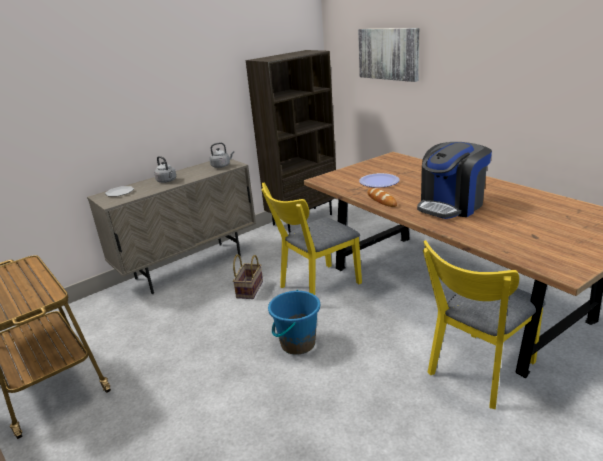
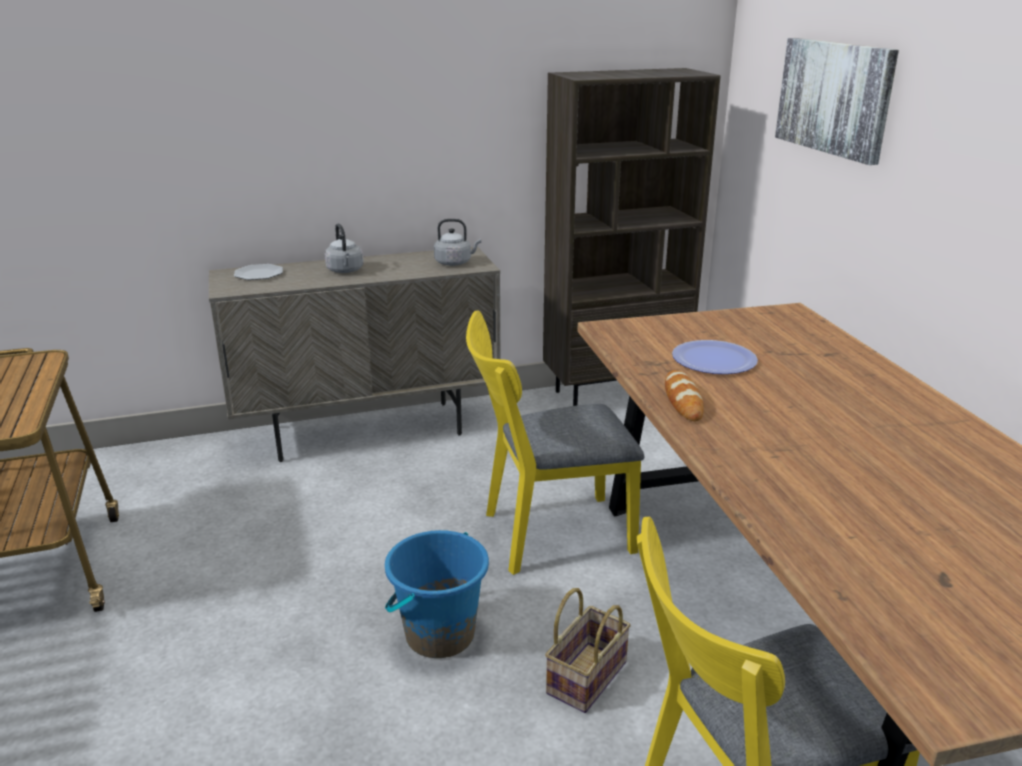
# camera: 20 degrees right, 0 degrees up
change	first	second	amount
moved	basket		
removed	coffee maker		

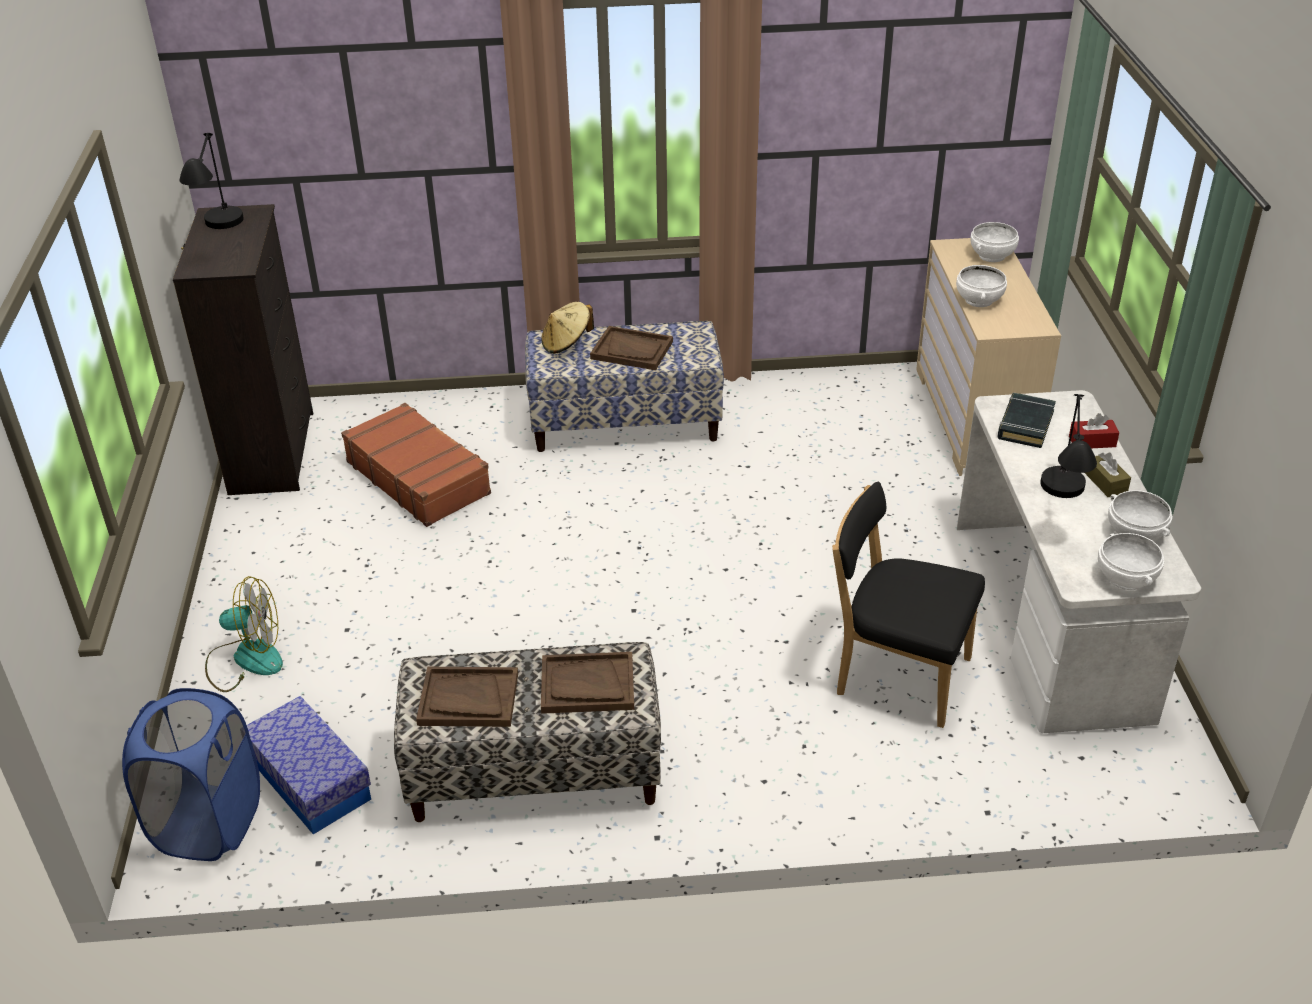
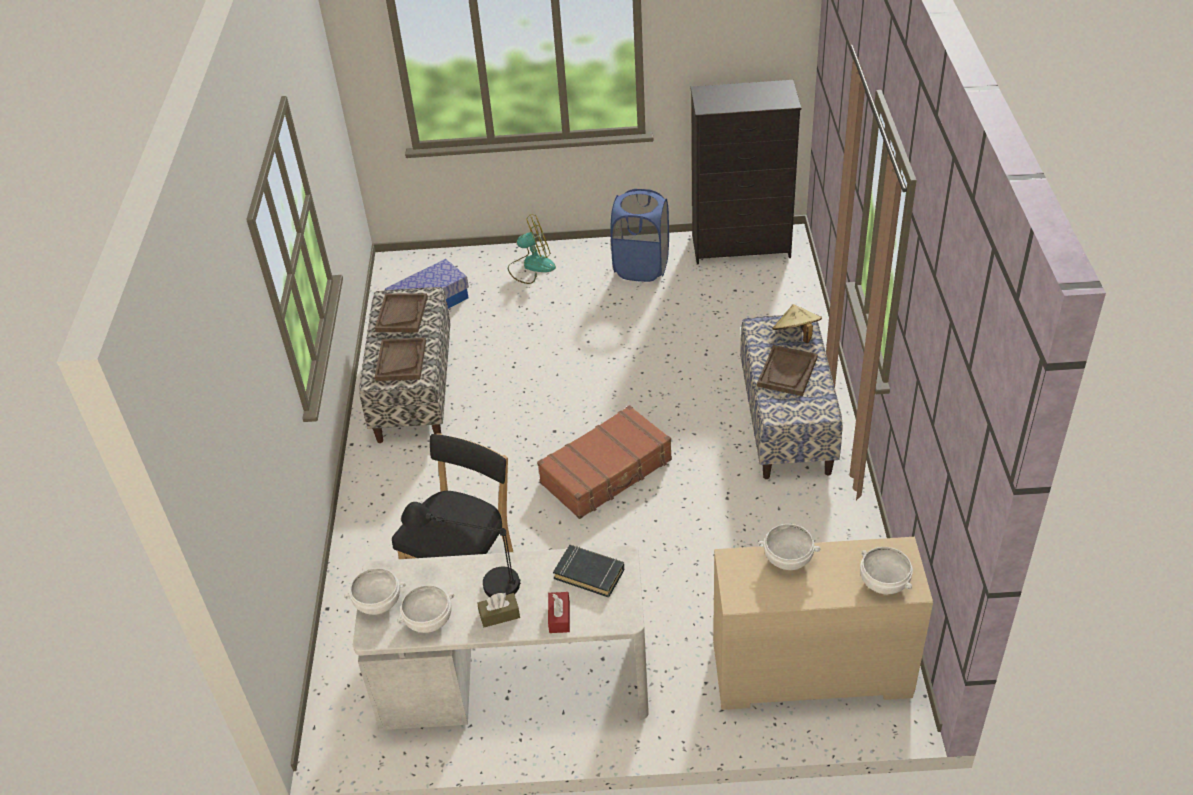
# camera: 95 degrees right, 5 degrees up
change	first	second	amount
moved	blue washing basket		
removed	black table lamp (1st from left)		
turned	electric fan		105 degrees counterclockwise
moved	brownish suitcase		

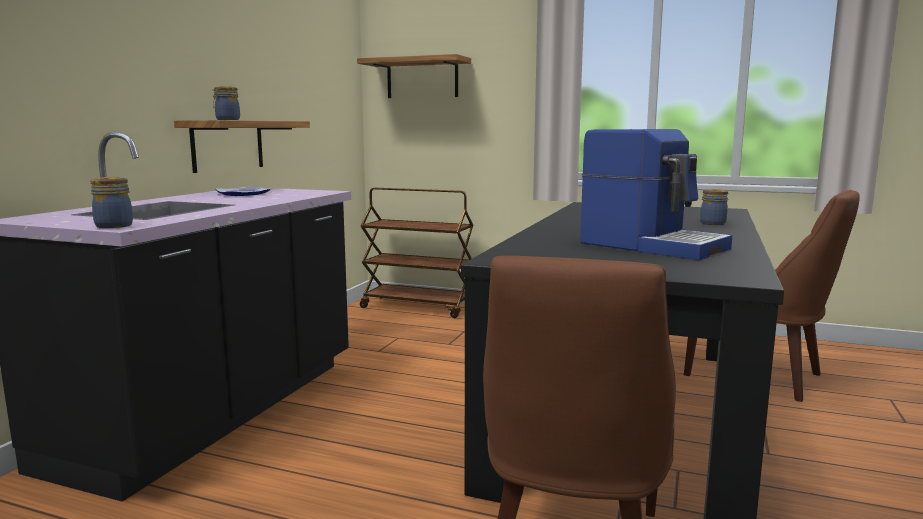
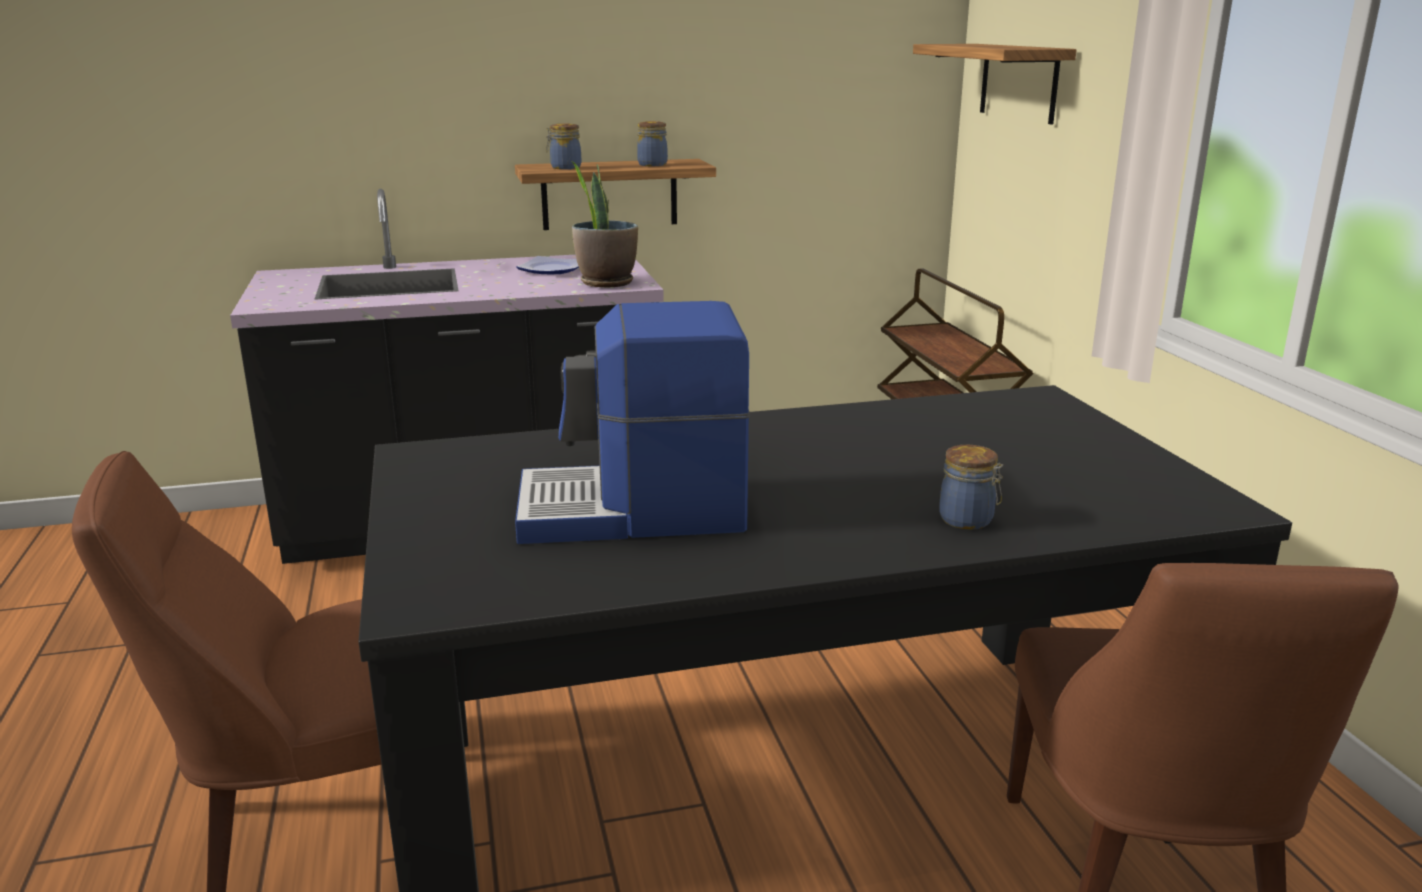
# camera: 55 degrees right, 10 degrees up
change	first	second	amount
moved	storage jar (1st from left in the first image)	storage jar (2nd from left)	
turned	coffee maker		75 degrees clockwise
added		potted plant	

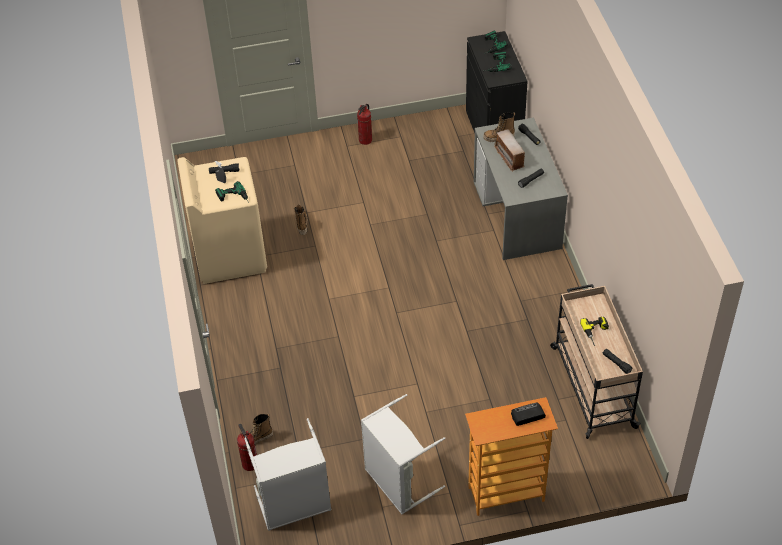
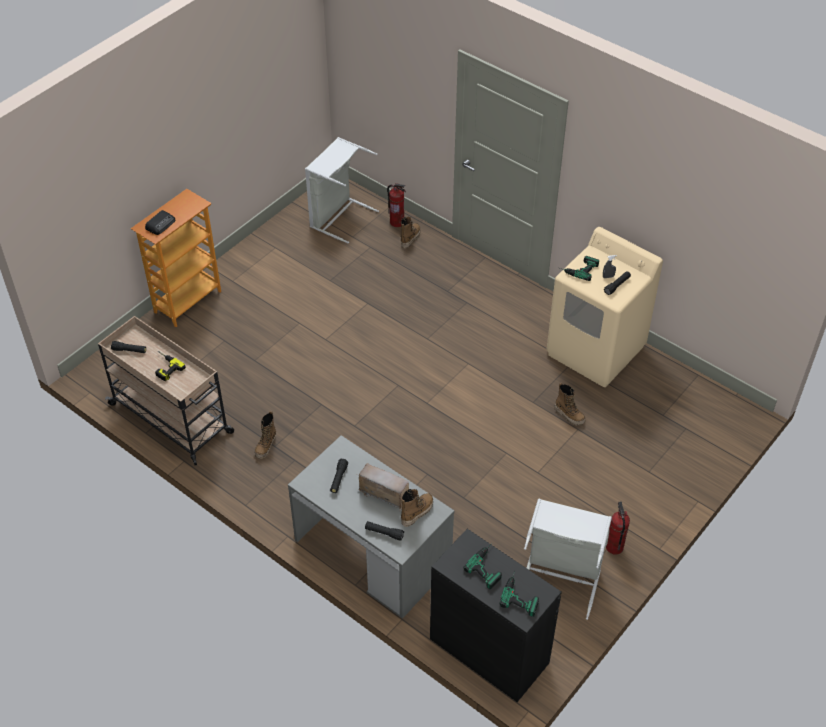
# camera: 140 degrees right, 0 degrees up
change	first	second	amount
moved	gray washing basket (2nd from left)		
added		tall boot (1st from left)	

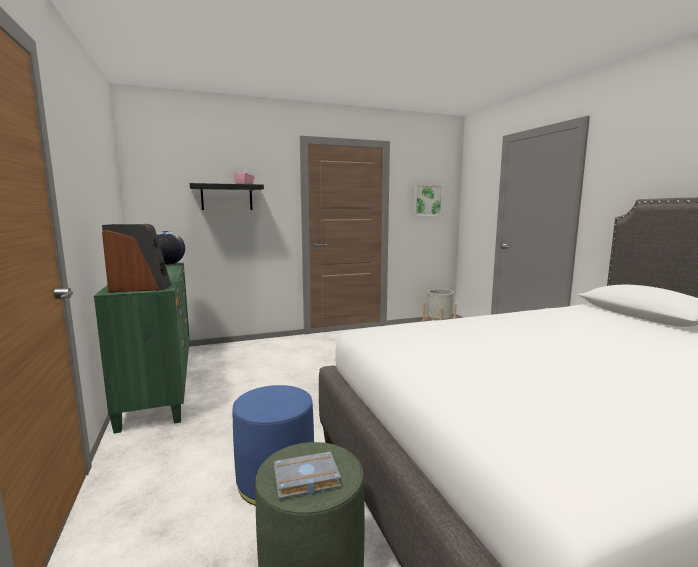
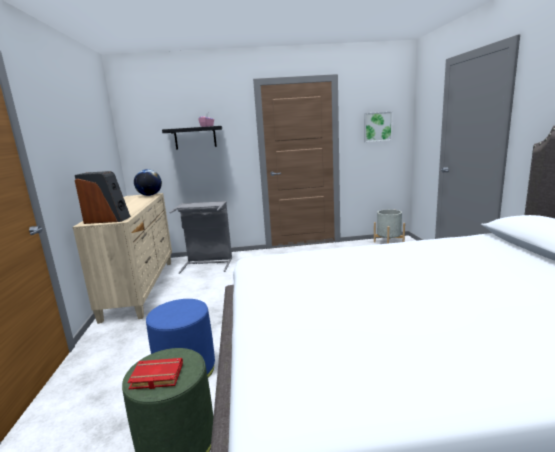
# camera: 15 degrees right, 5 degrees up
change	first	second	amount
recoloured	greenish chest of drawers	beige-coloured chest of drawers	
recoloured	gray volume	reddish volume	
added		gray washing basket	

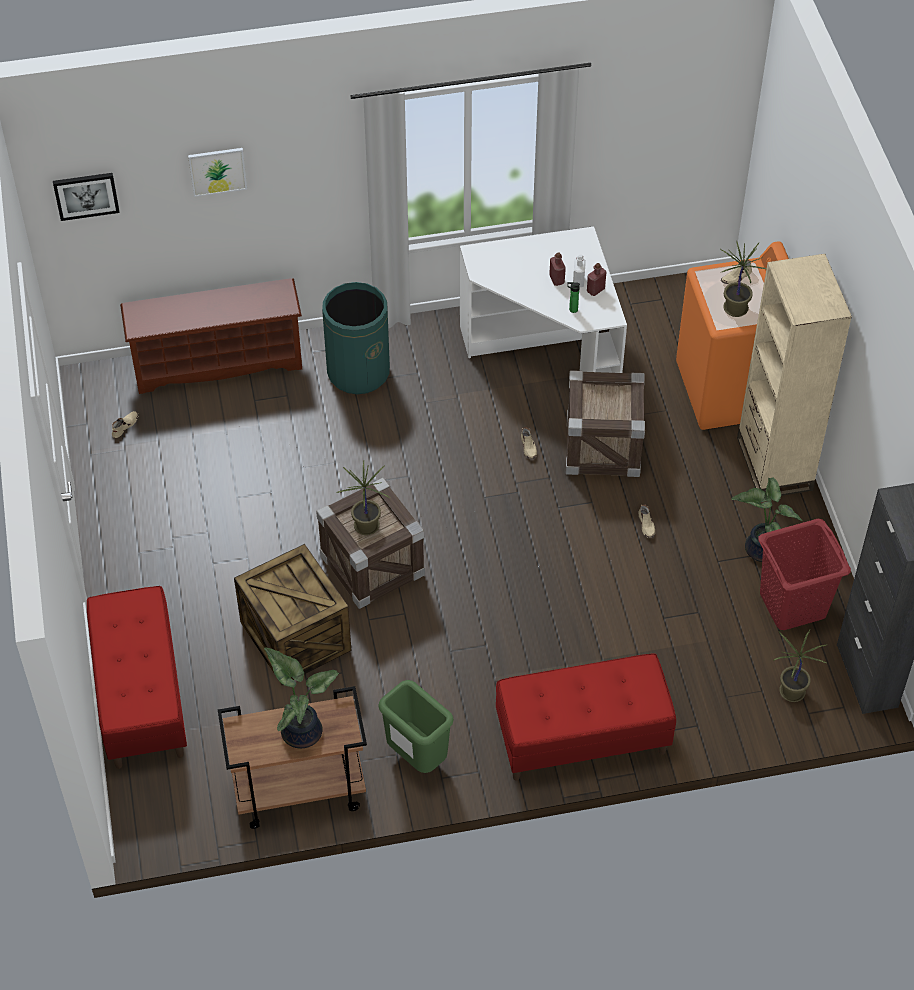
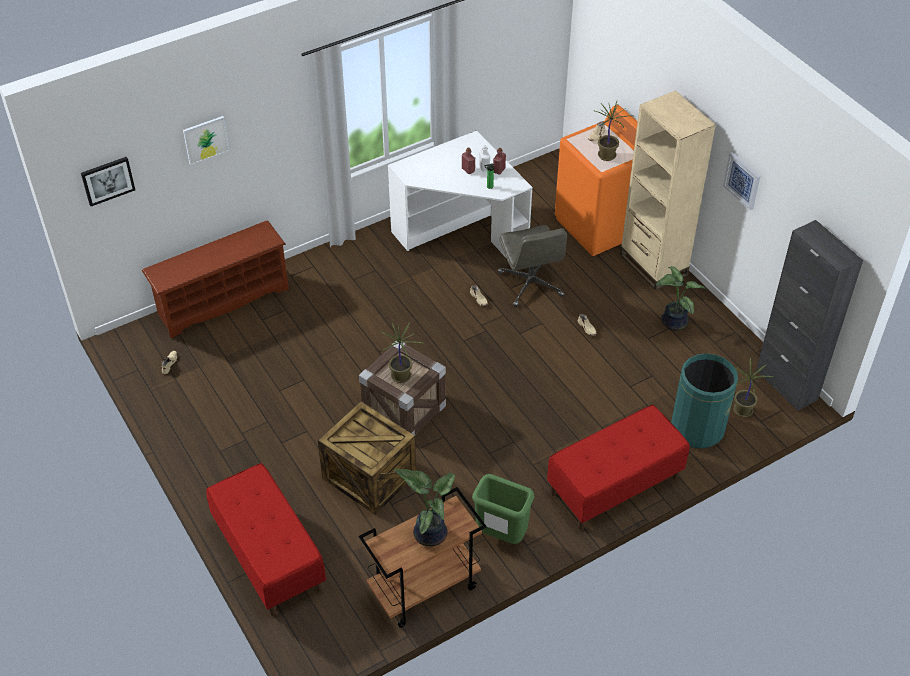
# camera: 20 degrees left, 5 degrees down
change	first	second	amount
moved	greenish waste bin (1st from left in the first image)	greenish waste bin (2nd from left)	
replaced	shipping crate (3rd from left)	gray desk chair	
removed	reddish washing basket		
added		wall art (3rd from left)	

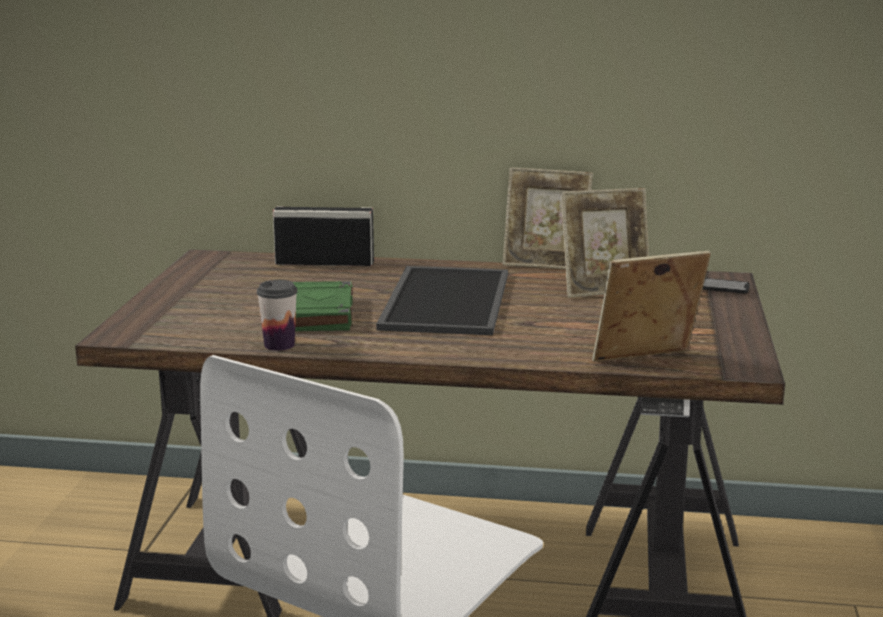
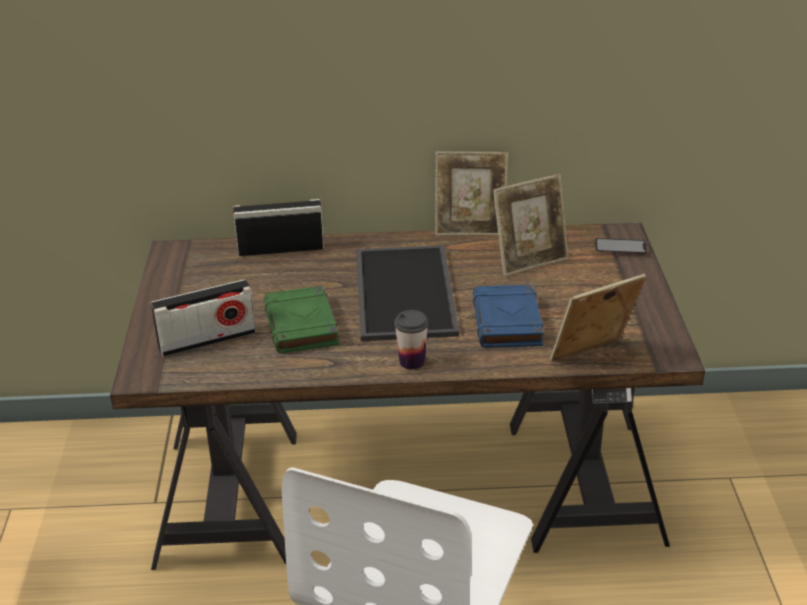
# camera: 10 degrees left, 15 degrees up
change	first	second	amount
moved	small cup		
added		radio receiver (1st from left)	
added		blue volume	

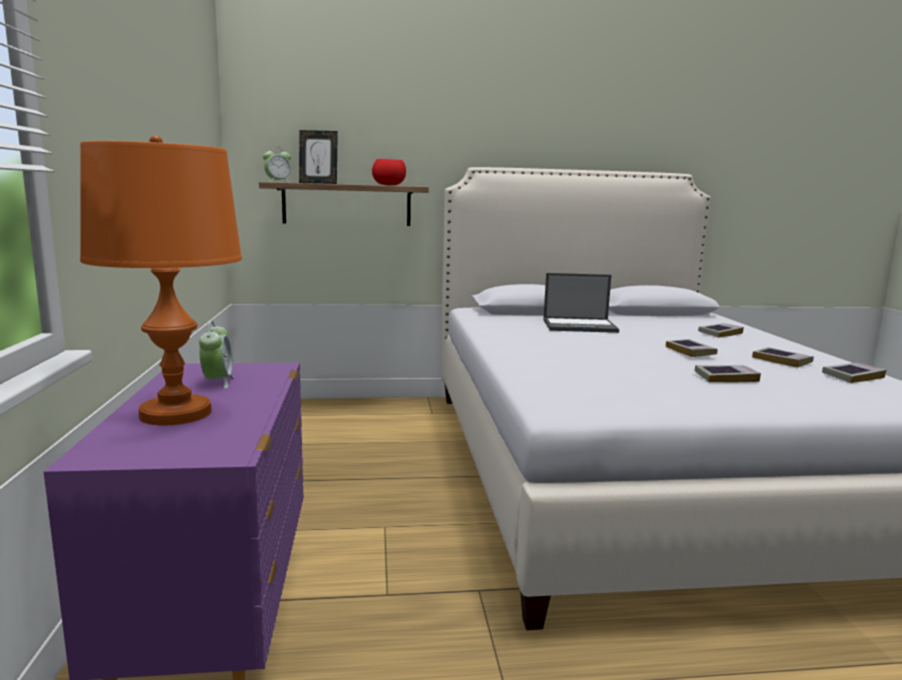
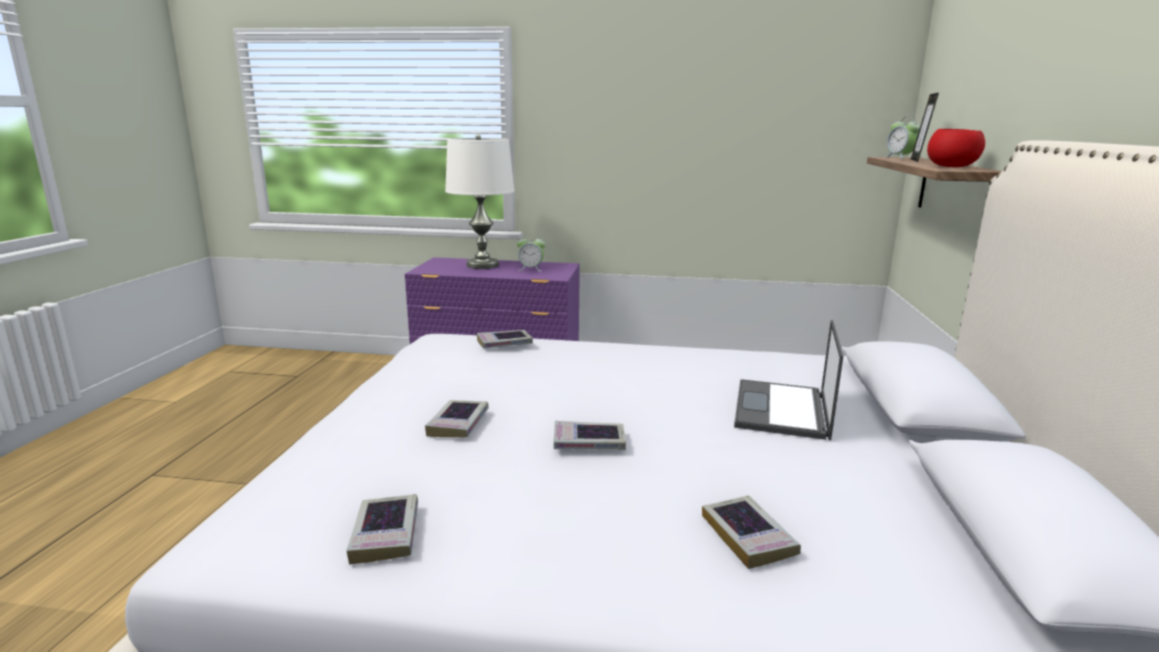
# camera: 105 degrees right, 5 degrees up
change	first	second	amount
recoloured	orange-coloured table lamp	white table lamp	
moved	volume (4th from left in the first image)	volume (3rd from left)	

